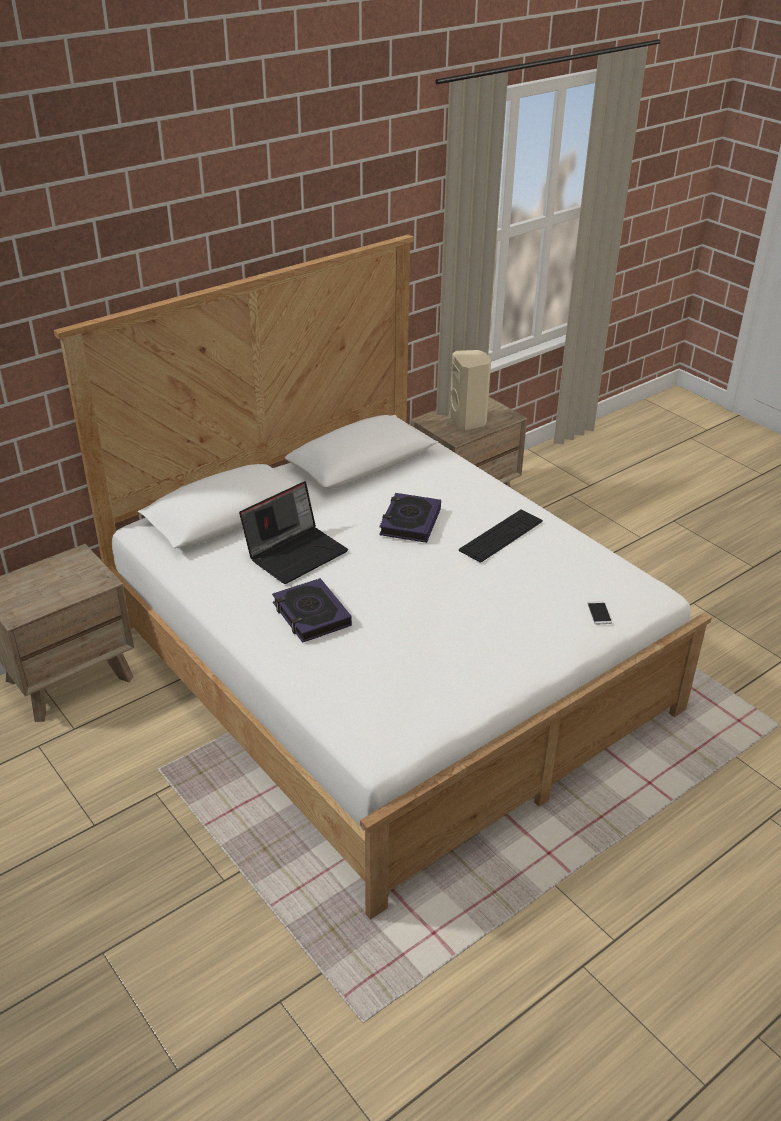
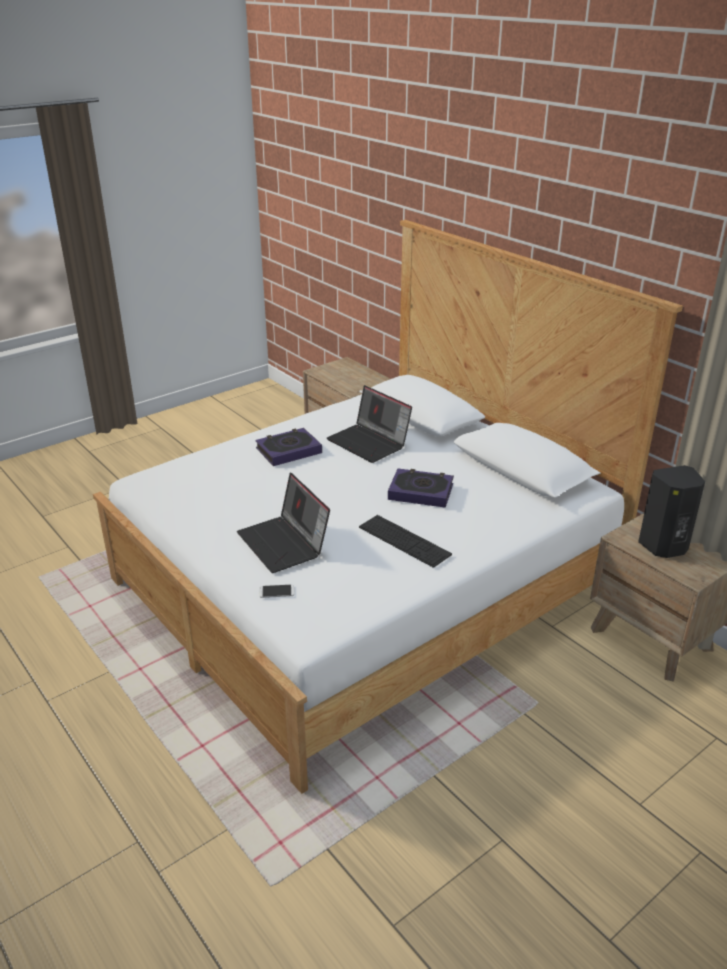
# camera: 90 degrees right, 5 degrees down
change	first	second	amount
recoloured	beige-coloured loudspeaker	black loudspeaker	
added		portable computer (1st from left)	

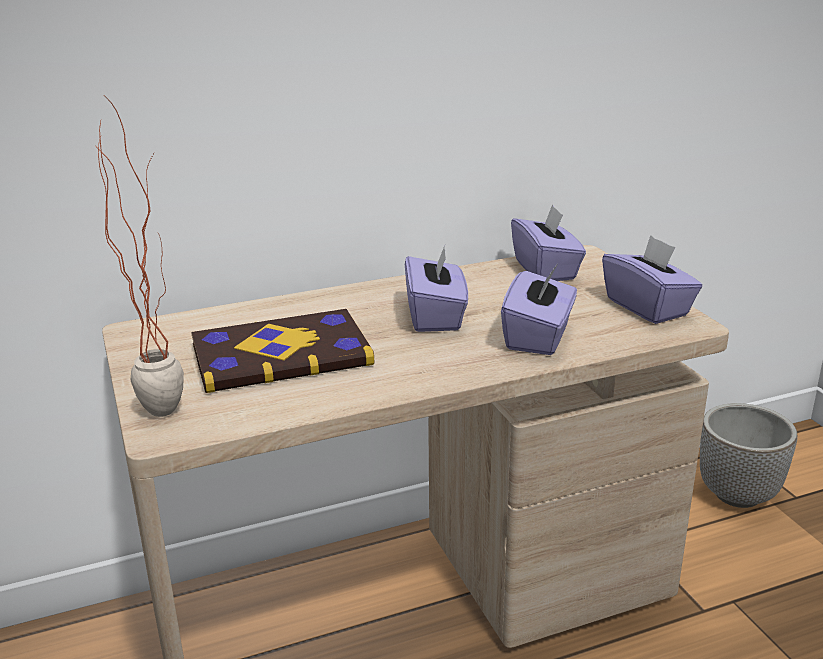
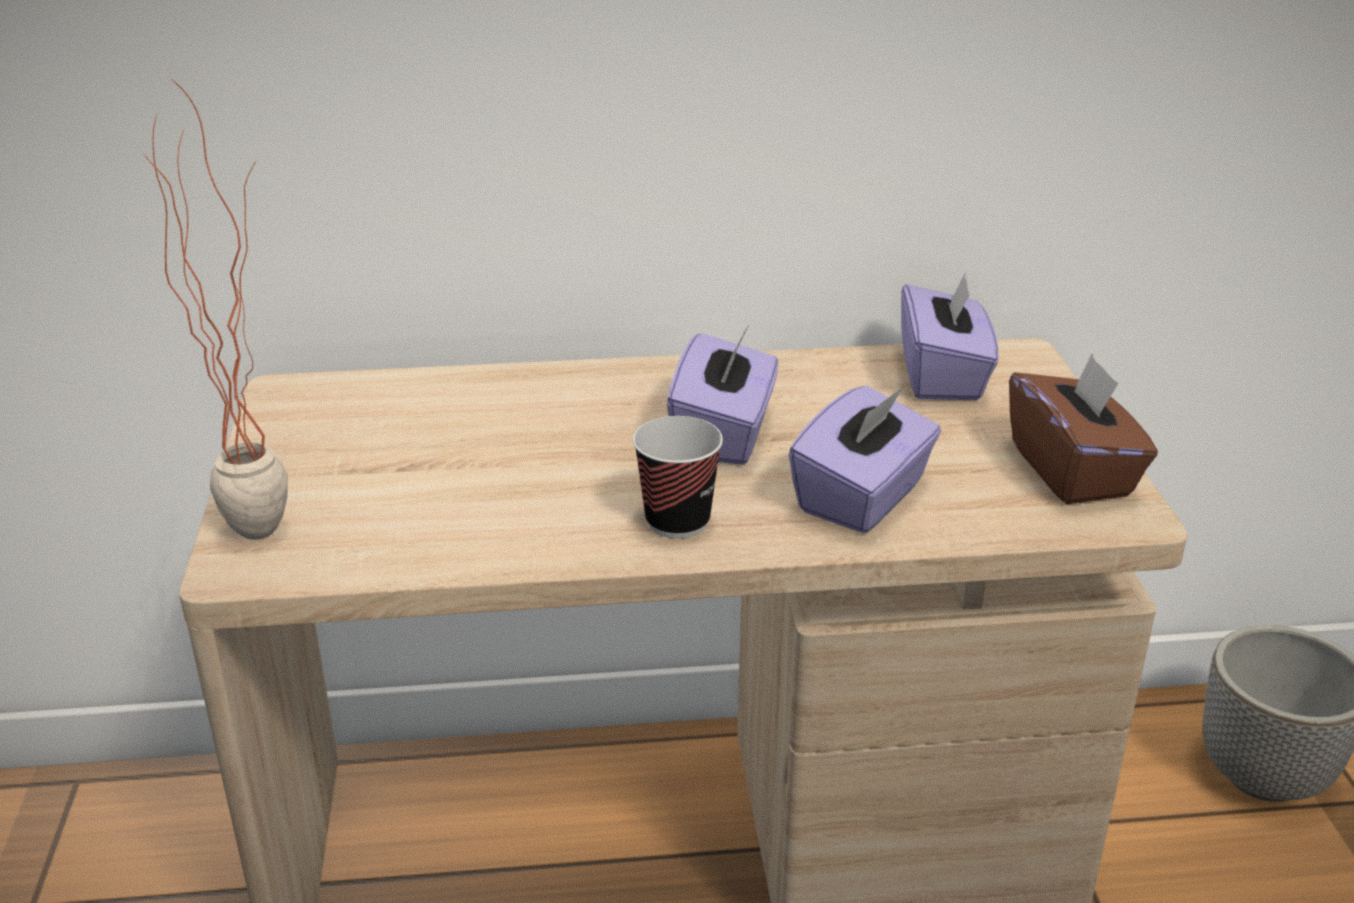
# camera: 15 degrees right, 5 degrees up
change	first	second	amount
removed	volume		
recoloured	purplish tissue holder (4th from left)	brownish tissue holder	
added		small cup	

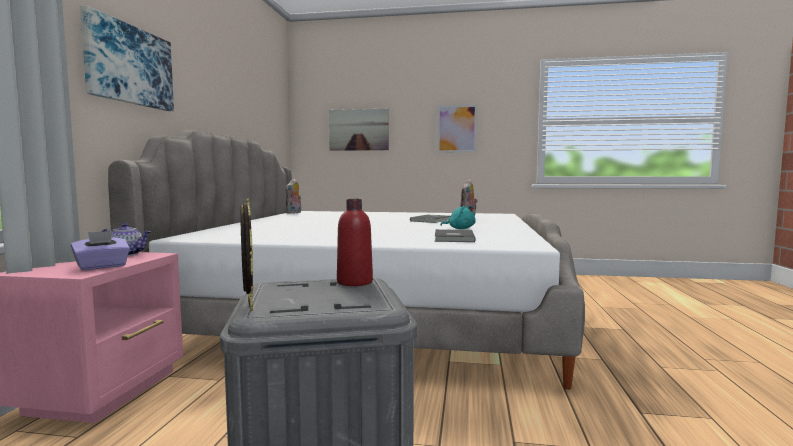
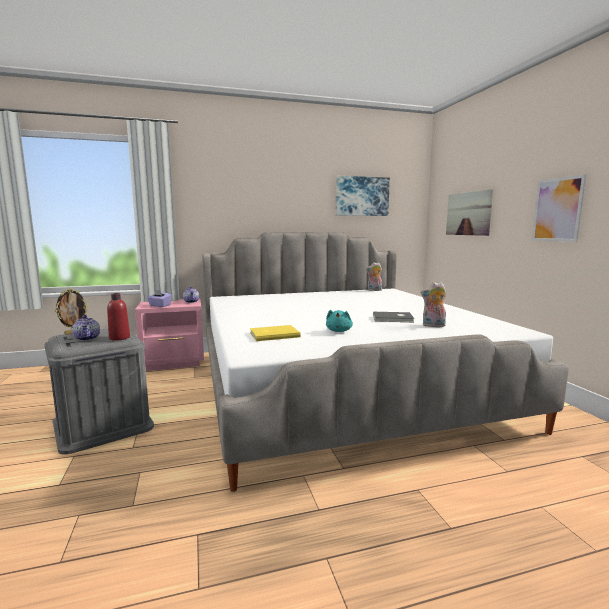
# camera: 65 degrees right, 5 degrees up
change	first	second	amount
moved	wall art (1st from left)		
recoloured	gray volume (2nd from left)	yellow volume	
added		teapot (1st from left)	

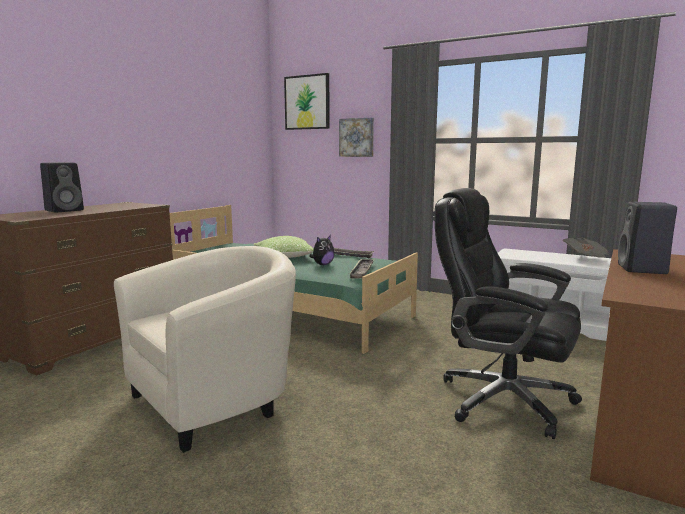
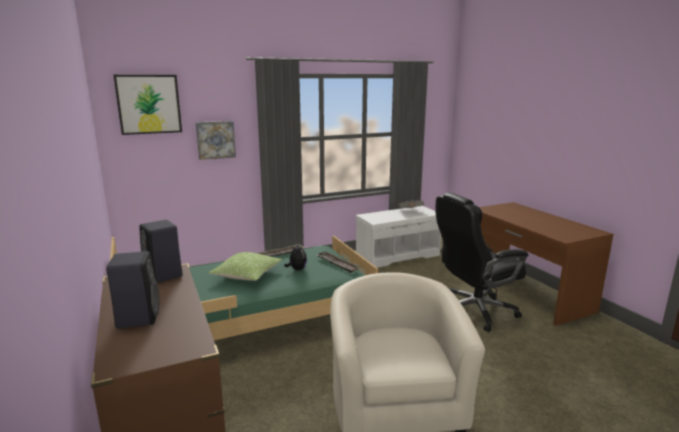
# camera: 55 degrees left, 5 degrees up
change	first	second	amount
moved	black loudspeaker (2nd from left)		

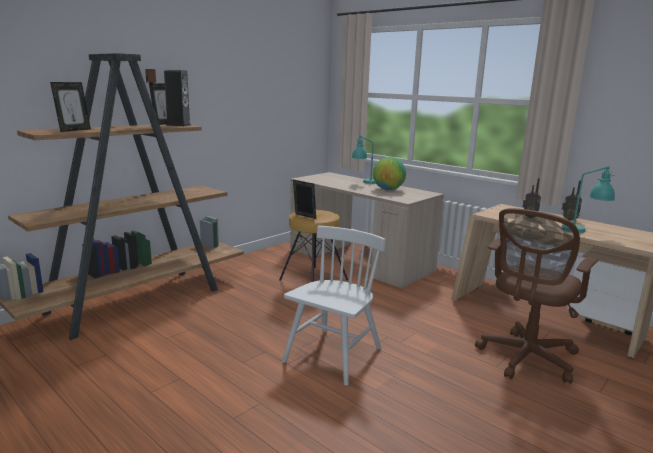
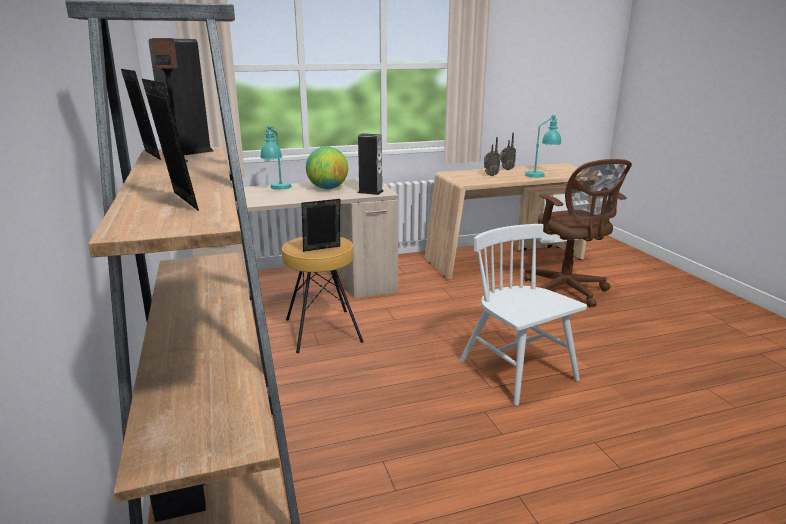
# camera: 60 degrees left, 5 degrees up
change	first	second	amount
added		loudspeaker (3rd from left)	

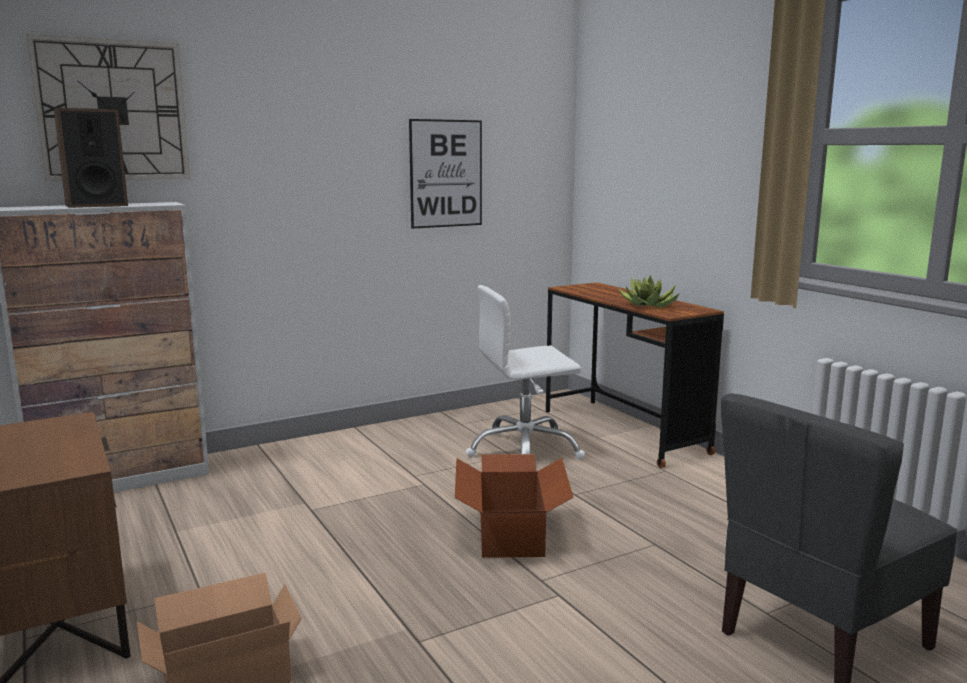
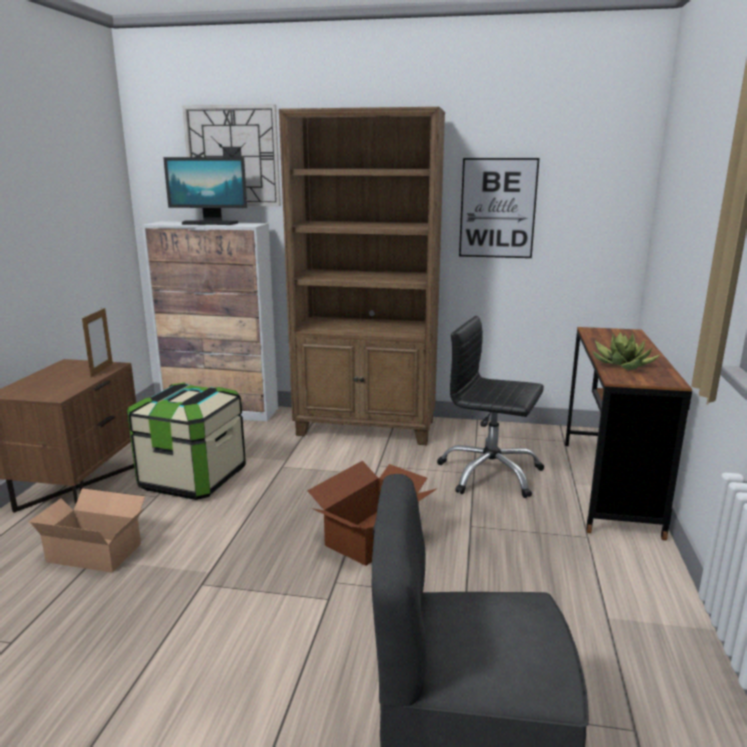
# camera: 40 degrees right, 5 degrees up
change	first	second	amount
replaced	loudspeaker	computer display	
recoloured	white desk chair	black desk chair	
added		photo frame	
added		storage container	
added		brownish bookcase	

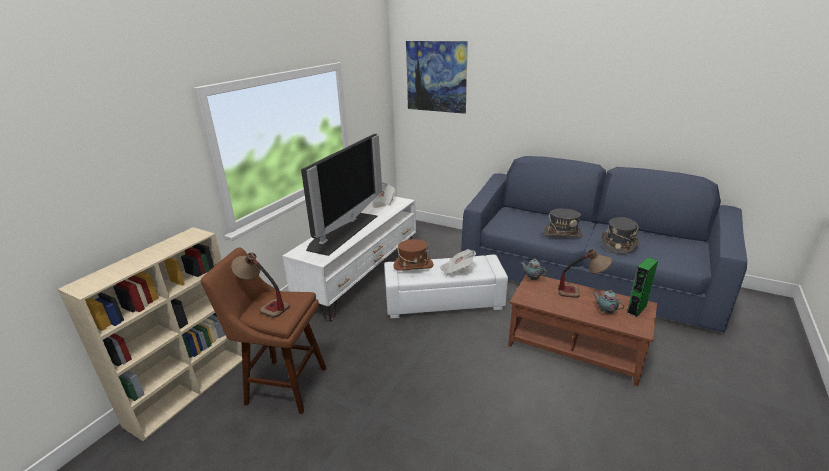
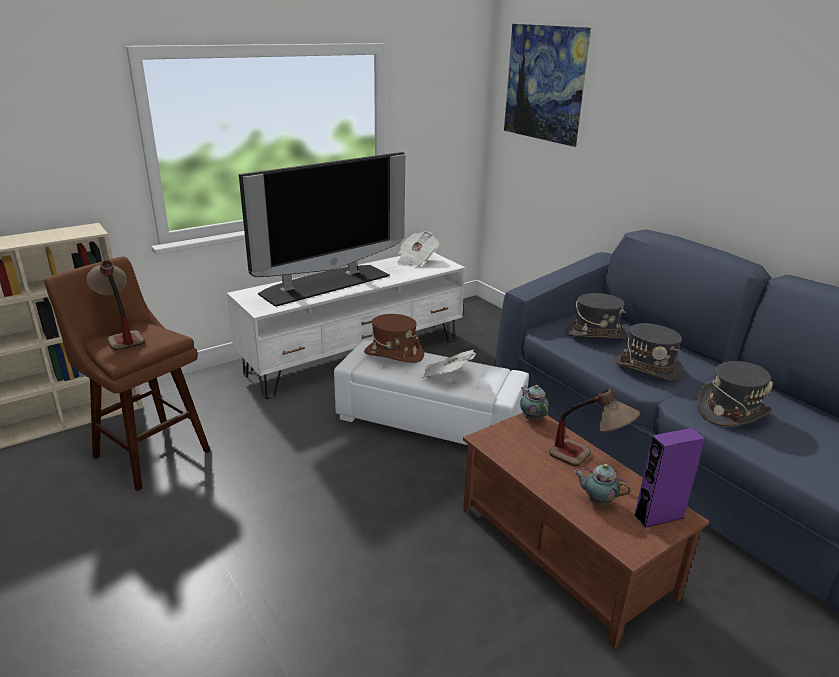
# camera: 25 degrees right, 0 degrees up
change	first	second	amount
turned	teapot (2nd from left)		45 degrees counterclockwise
recoloured	greenish loudspeaker	purplish loudspeaker	
added		gray hat (1st from left)	

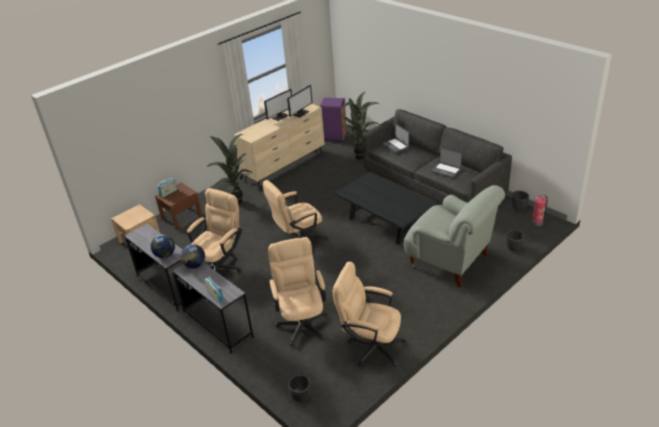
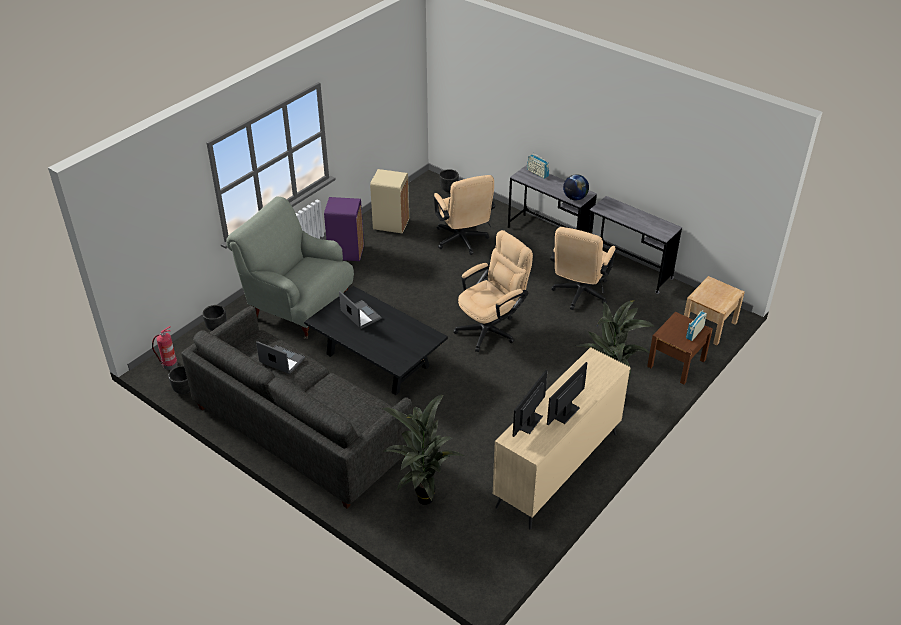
# camera: 170 degrees right, 5 degrees up
change	first	second	amount
removed	globe (1st from left)		
moved	purplish waste bin		
replaced	beige-coloured desk chair (4th from left)	beige-coloured waste bin	
moved	portable computer (1st from left in the first image)	portable computer (2nd from left)	

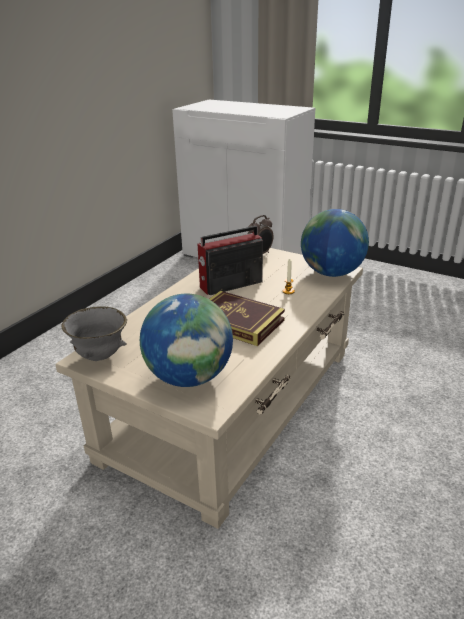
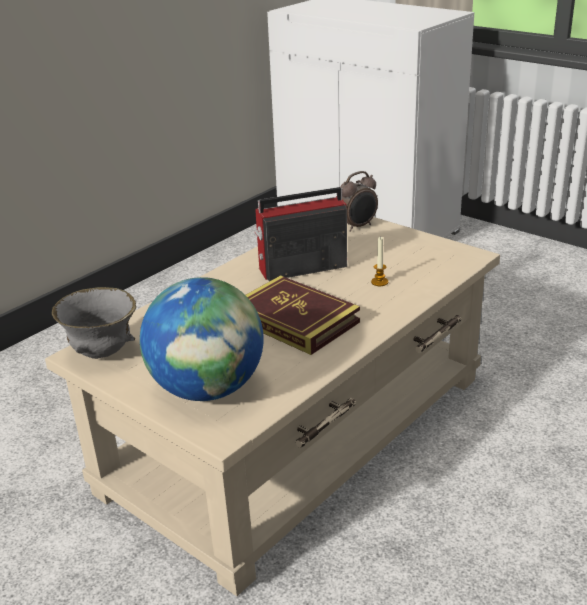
# camera: 10 degrees right, 0 degrees up
change	first	second	amount
removed	globe (2nd from left)		

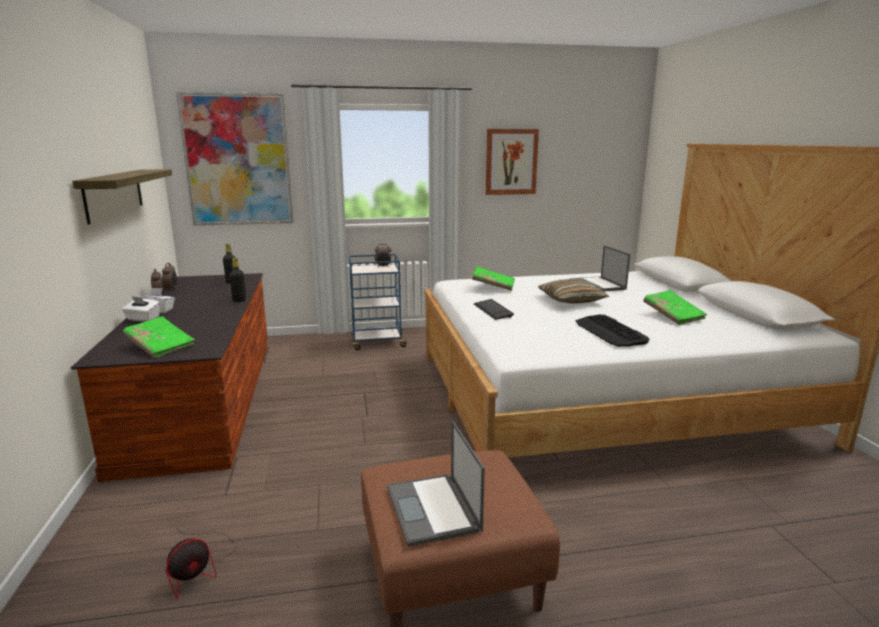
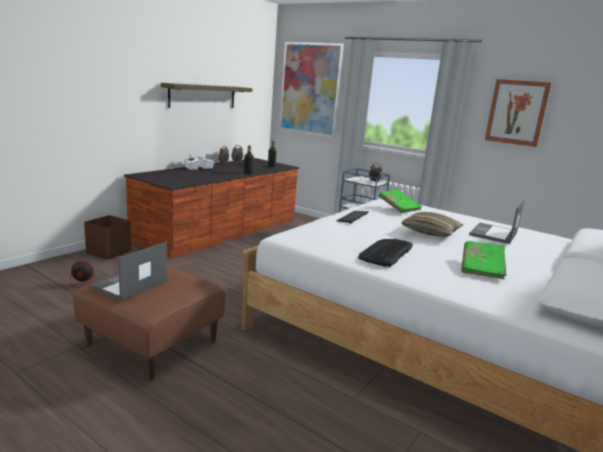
# camera: 45 degrees right, 0 degrees up
change	first	second	amount
removed	greenish volume (1st from left)		
added		brownish storage container	

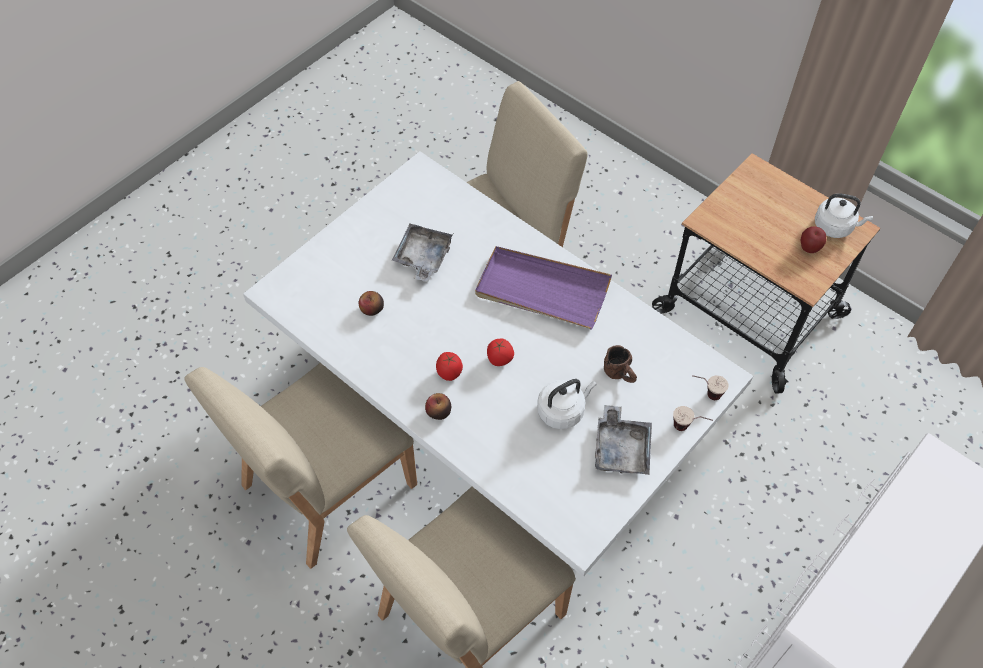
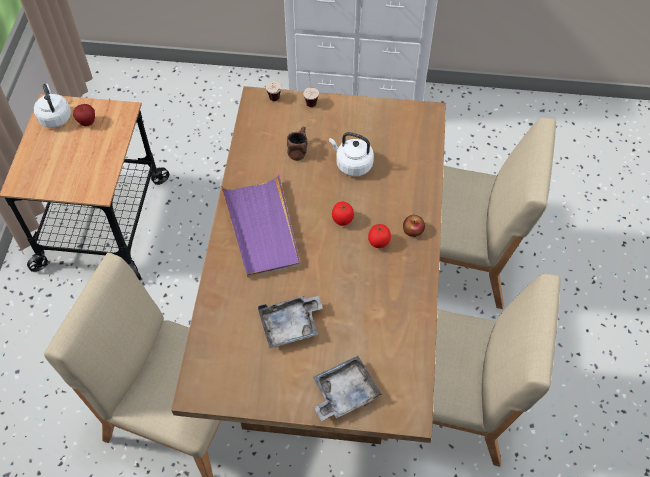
# camera: 125 degrees left, 0 degrees up
change	first	second	amount
recoloured	white dining table	brownish dining table	
removed	apple fruit (1st from left)		
moved	gray tray (2nd from left)		

